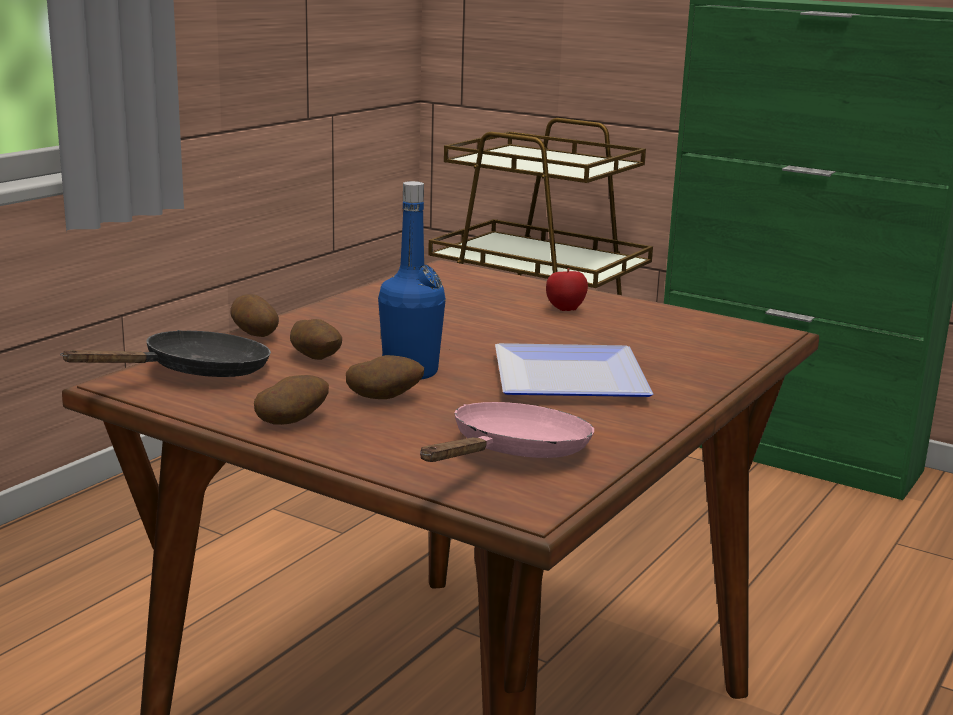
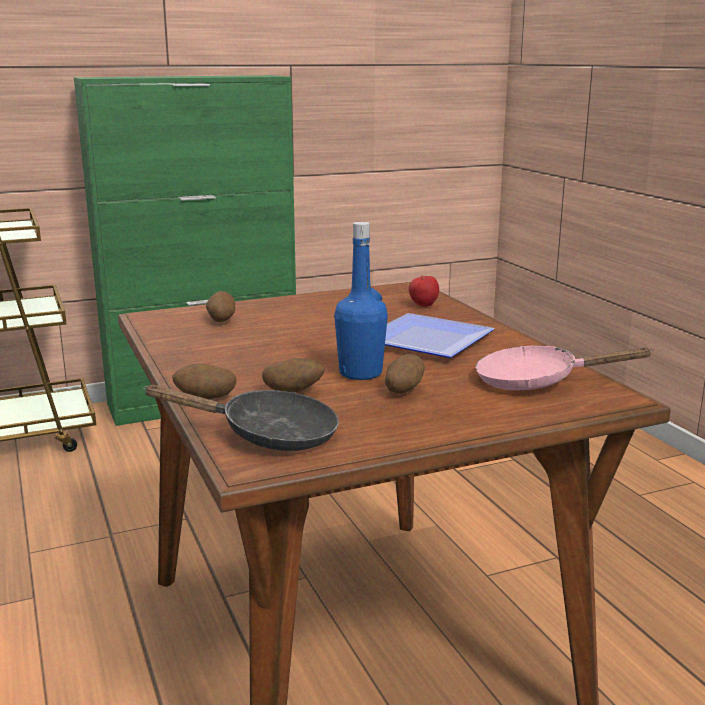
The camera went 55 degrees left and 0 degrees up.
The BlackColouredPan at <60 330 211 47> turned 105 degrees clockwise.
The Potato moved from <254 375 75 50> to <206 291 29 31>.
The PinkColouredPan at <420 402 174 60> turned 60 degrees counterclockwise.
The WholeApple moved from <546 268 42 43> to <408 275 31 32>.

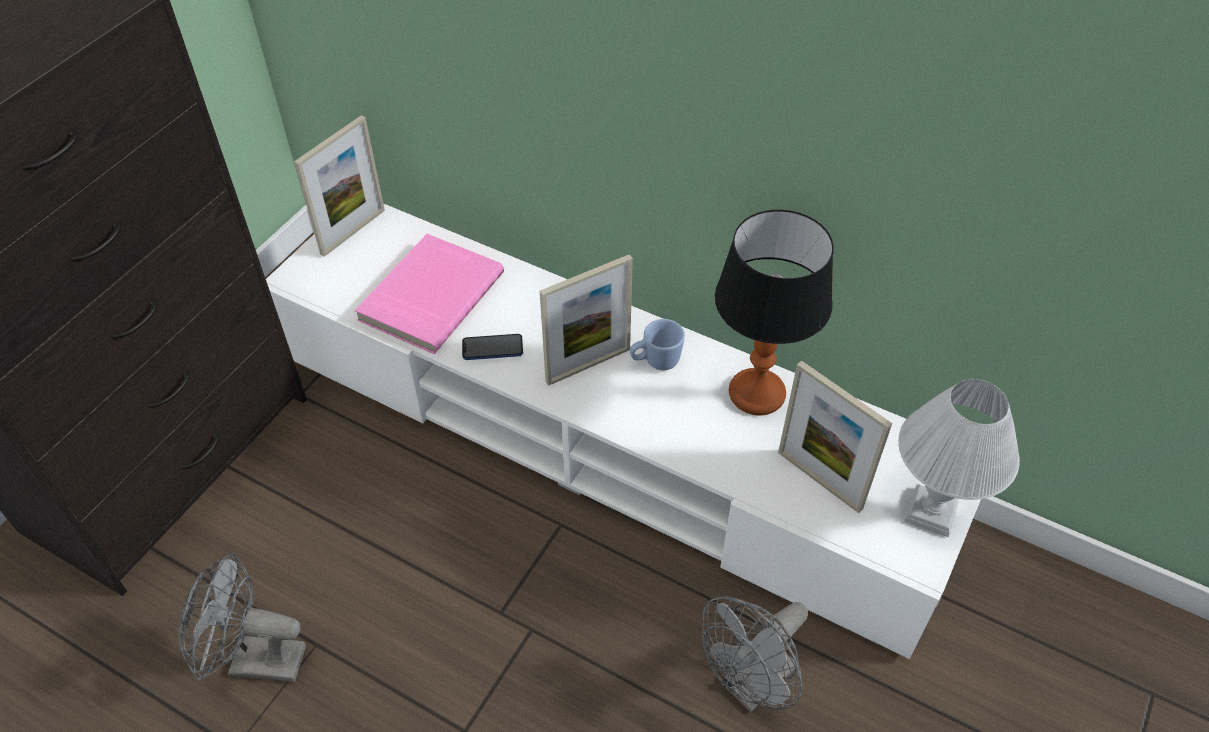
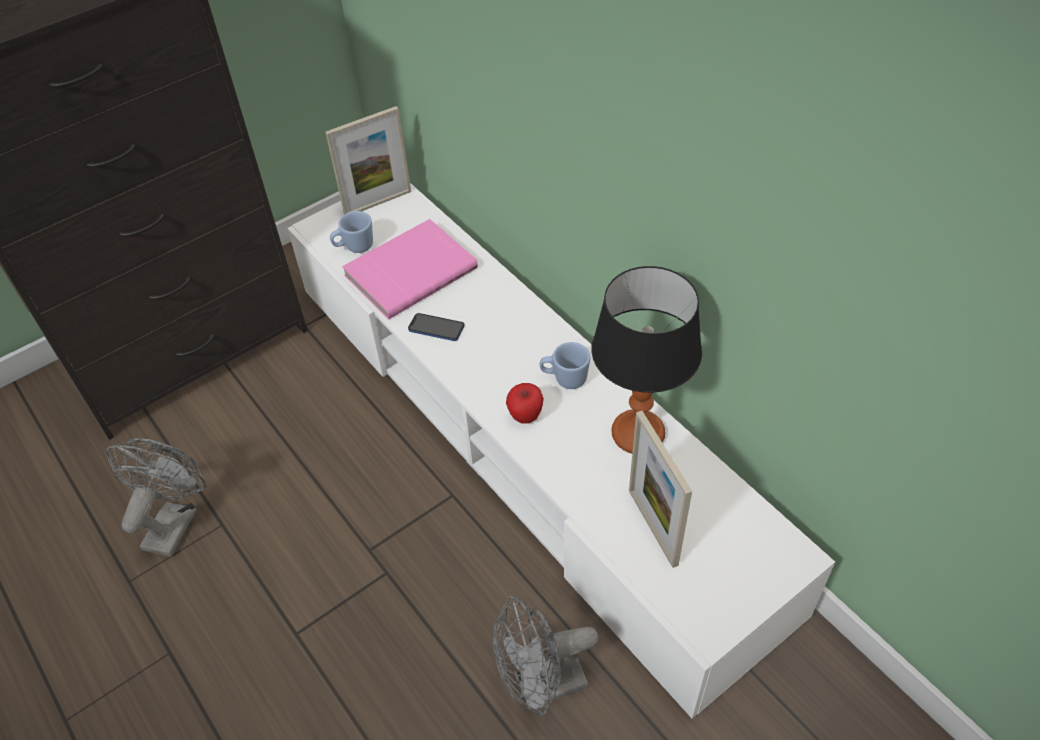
The camera went 25 degrees right and 0 degrees up.
The GreyishFan at <179 553 127 129> turned 75 degrees clockwise.
The PhotoFrame at <540 254 93 132> disappeared.
The WhiteColouredLampForATable at <898 379 122 158> disappeared.
The BlueColouredMug at <330 211 43 42> appeared.
The WholeApple at <506 383 38 40> appeared.

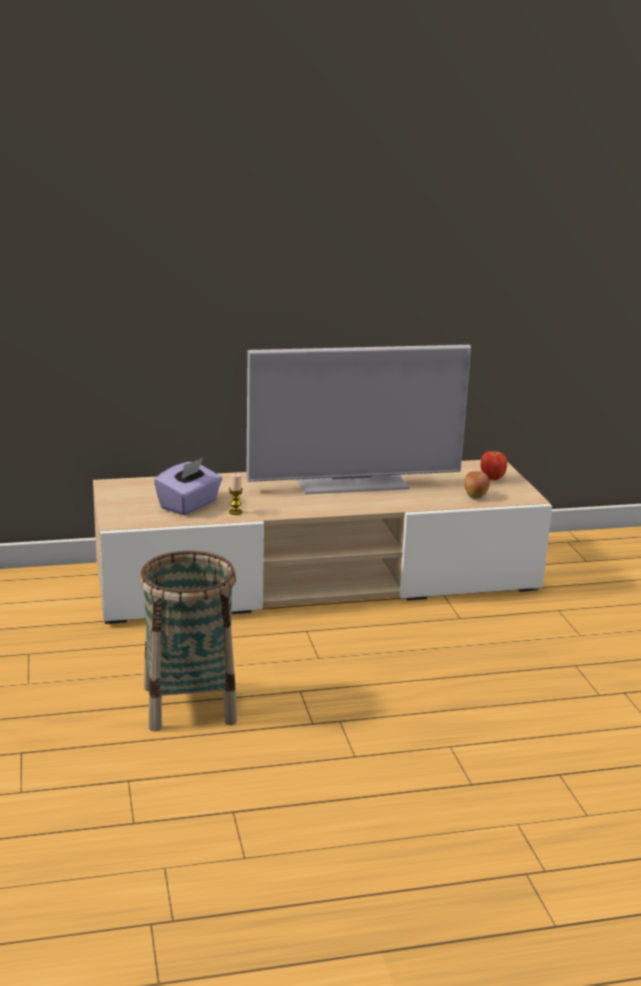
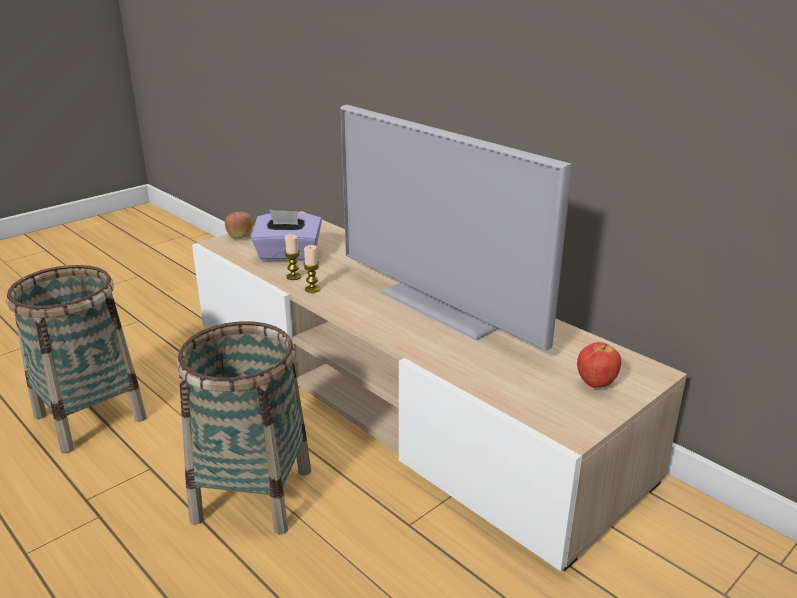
The camera went 60 degrees right and 5 degrees up.
The WholeApple moved from <464 471 26 28> to <225 211 28 28>.
The StorageBasket at <177 321 134 214> appeared.
The WaxLight at <303 245 18 48> appeared.

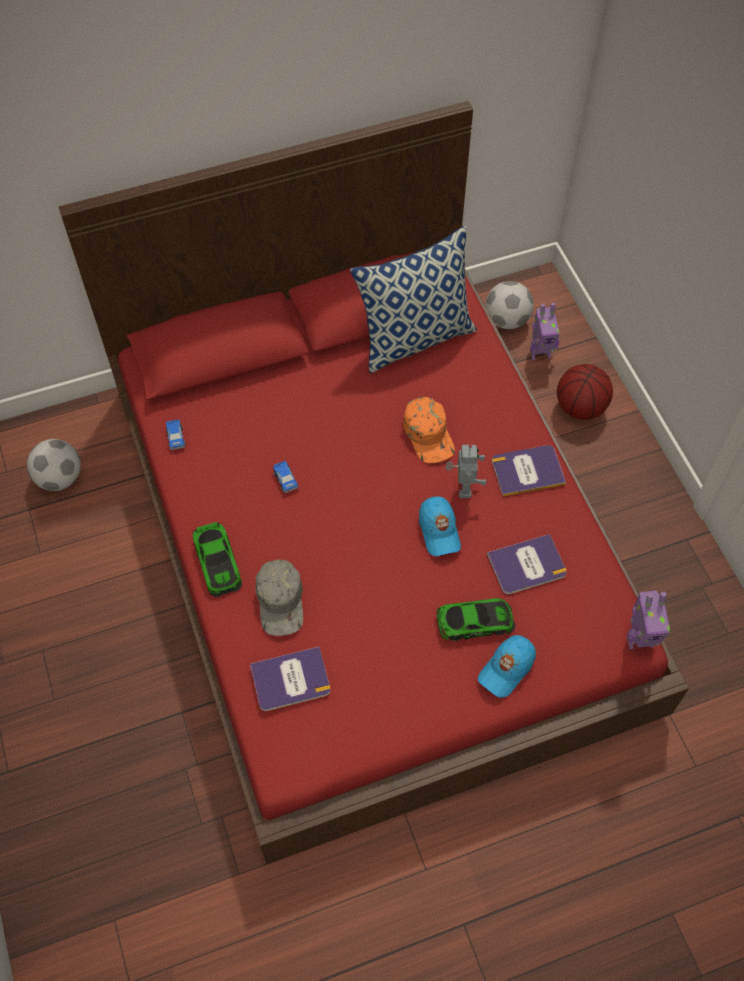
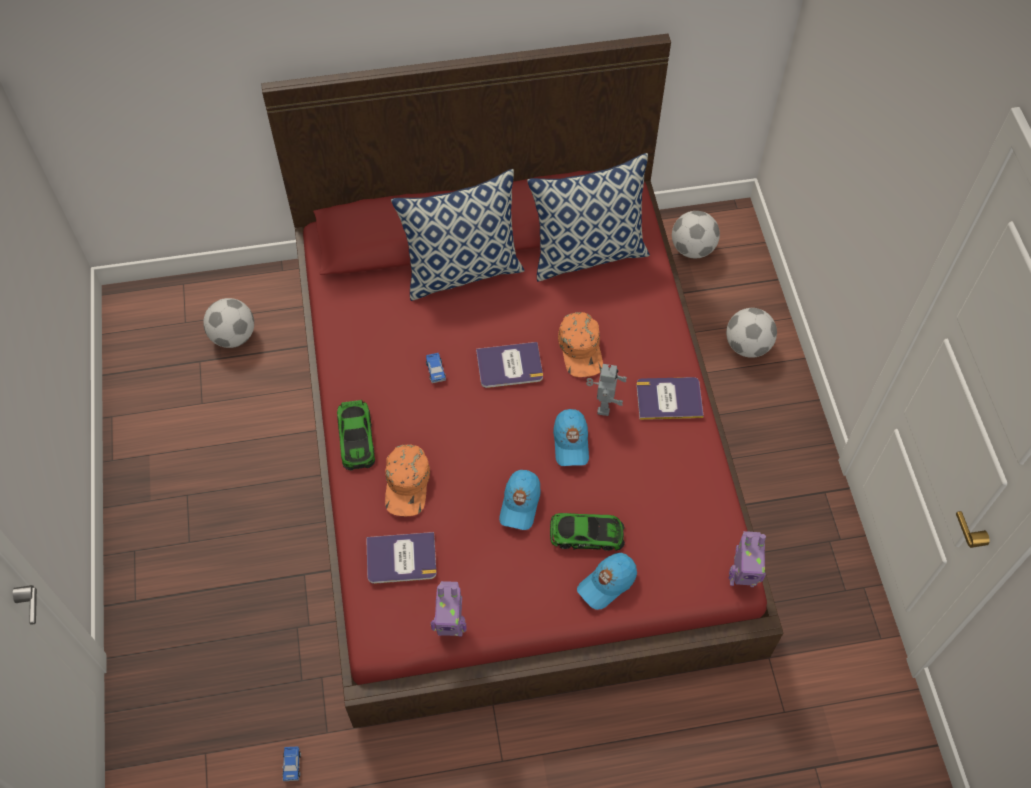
The camera went 10 degrees right and 0 degrees up.
The ToyCar moved from <166 419 19 31> to <282 746 19 35>.
The GreyishBaseballCap at <256 560 47 76> became the OrangeColouredBaseballCap at <385 444 45 72>.
The Book moved from <487 534 80 60> to <476 342 67 46>.
The ModelRobot moved from <530 303 30 57> to <431 581 36 55>.
The Basketball at <557 364 56 56> was replaced by the Football at <726 308 51 50>.
The Cushion at <391 169 134 132> appeared.
The BlueColouredBaseballCap at <499 470 41 60> appeared.

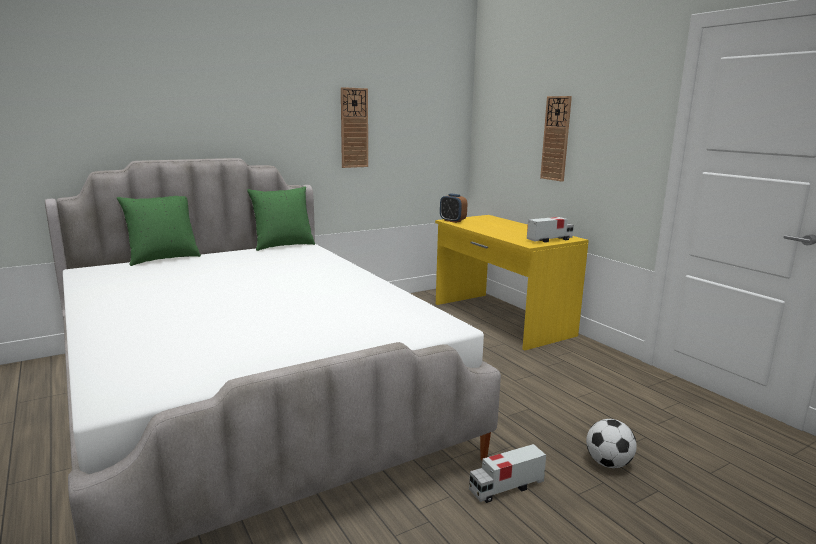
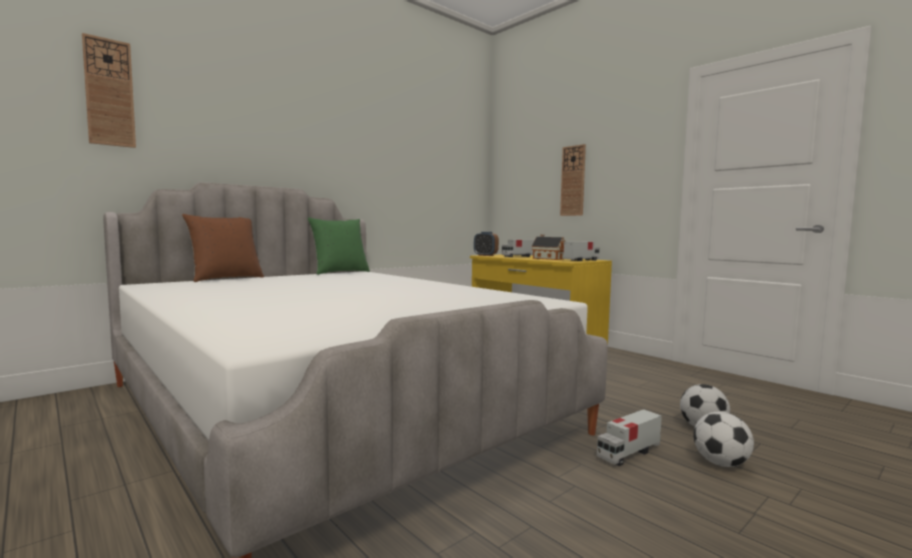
The camera went 10 degrees left and 10 degrees down.
The GreenColouredCushion at <117 196 84 70> became the BrownColouredCushion at <182 214 82 68>.
The HangingClock moved from <341 87 27 81> to <82 33 54 115>.
The ToyTruck at <502 240 33 17> appeared.
The ToyHouse at <531 235 34 25> appeared.
The Football at <693 412 61 55> appeared.

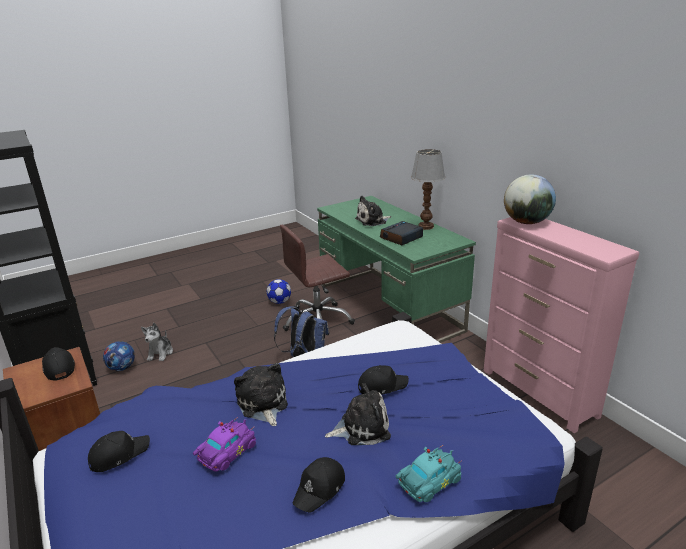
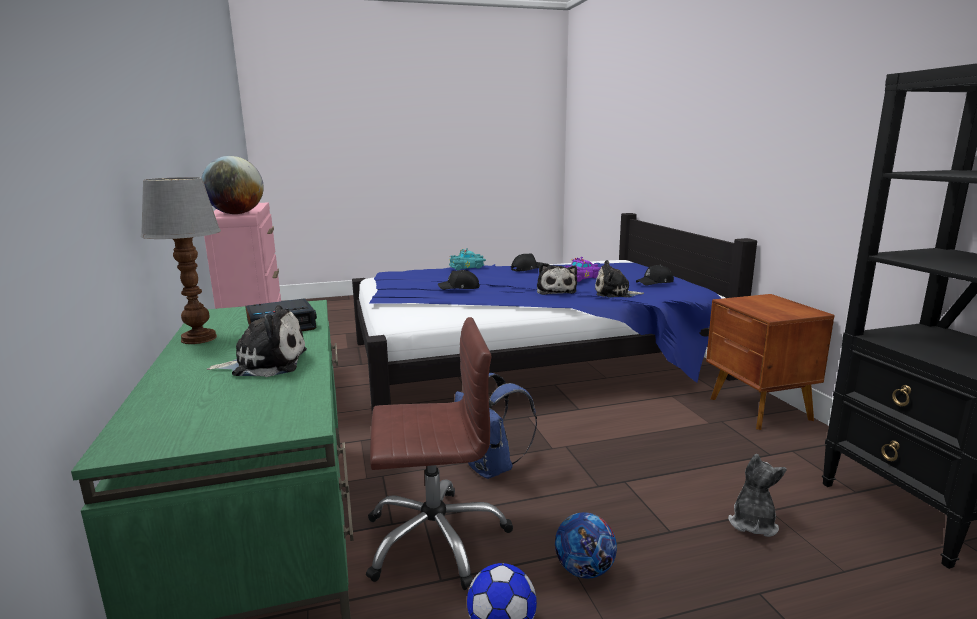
The camera went 165 degrees left and 10 degrees down.
The BlackColouredBaseballCap at <42 347 33 33> disappeared.
The Football moved from <103 341 32 30> to <555 512 62 66>.
The CuddlyToy moved from <325 383 66 62> to <595 260 49 37>.

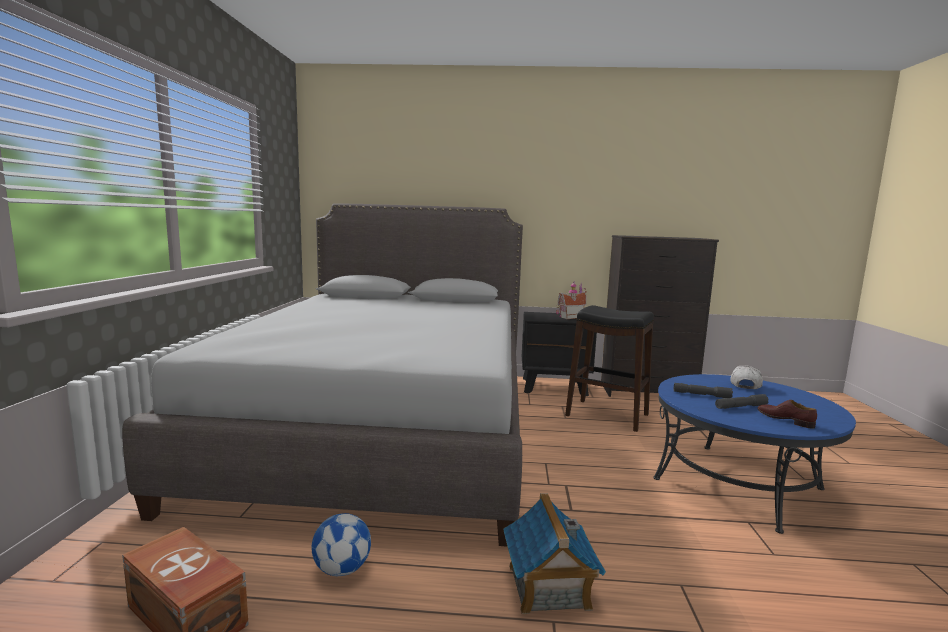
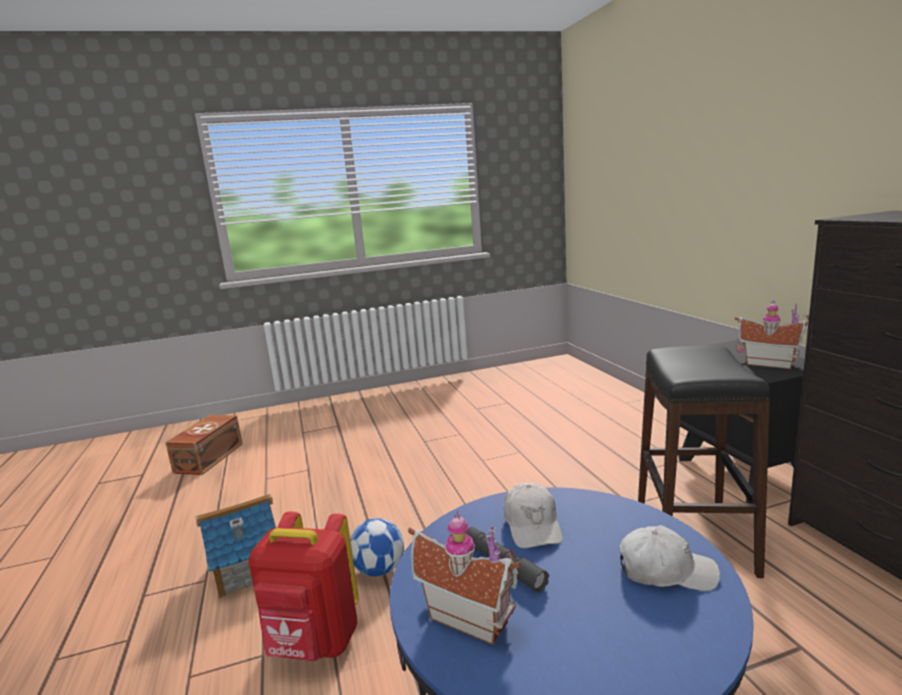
The camera went 70 degrees right and 5 degrees up.
The GreyishBed at <122 203 401 344> disappeared.
The Football moved from <312 513 59 63> to <350 518 54 59>.
The GreyishTorch at <674 383 59 15> was replaced by the WhiteColouredBaseballCap at <504 483 59 65>.
The BrownColouredShoe at <758 400 59 28> was replaced by the ToyHouse at <408 511 113 134>.
The ReddishRucksack at <248 511 111 150> appeared.

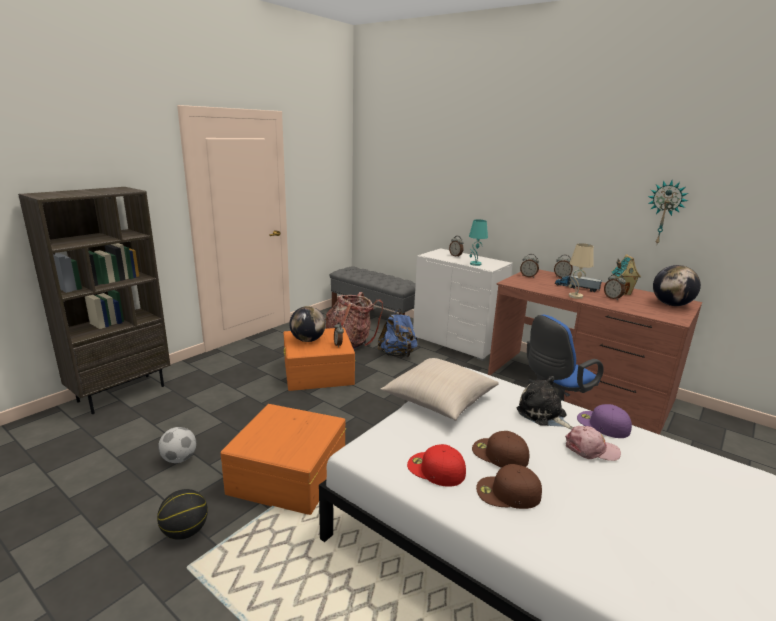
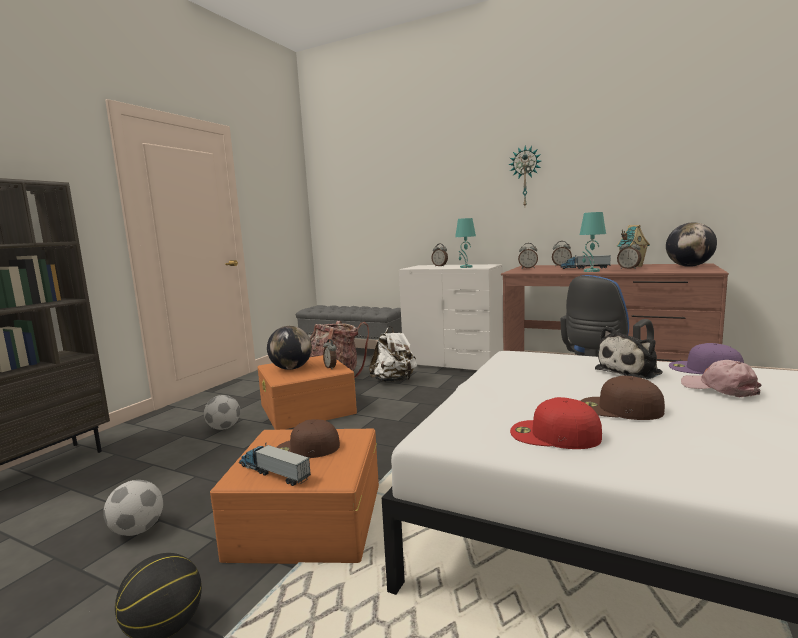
The camera went 10 degrees left and 10 degrees down.
The BlueColouredRucksack at <377 308 41 49> became the WhiteColouredRucksack at <369 326 48 56>.
The BeigeColouredCushion at <381 358 118 63> disappeared.
The BrownColouredBaseballCap moved from <476 464 66 45> to <276 419 64 39>.
The CuddlyToy at <517 376 57 53> turned 75 degrees counterclockwise.
The PinkColouredBaseballCap at <565 426 56 35> turned 120 degrees counterclockwise.
The BeigeColouredLampForATable at <569 243 25 56> became the TurquoiseLampForATable at <580 212 26 60>.
The HangingClock moved from <648 180 40 66> to <508 145 33 61>.
The Football at <204 395 36 35> appeared.
The ToyTruck at <239 442 72 44> appeared.

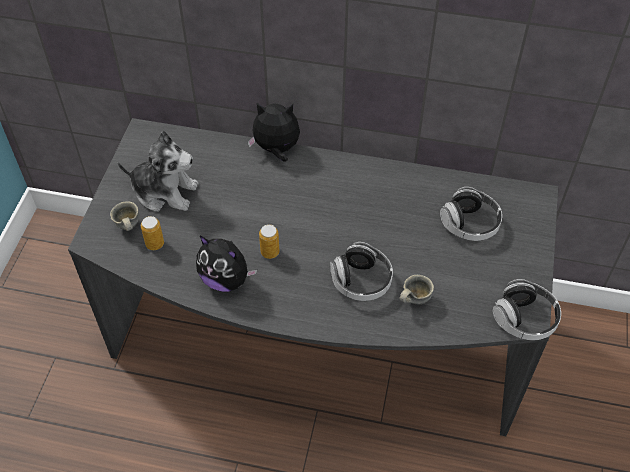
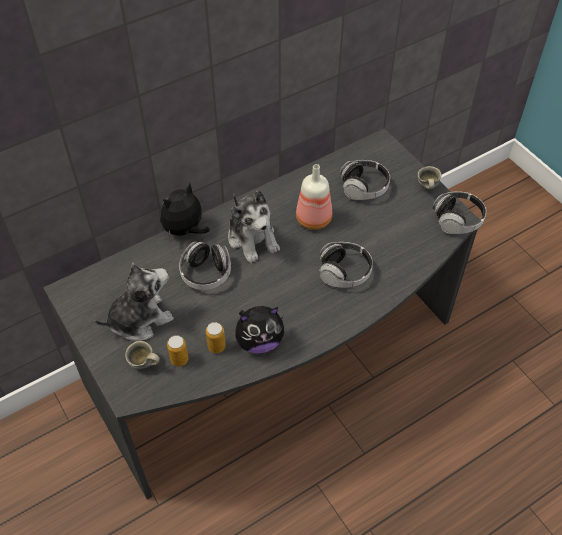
The camera went 45 degrees left and 0 degrees up.
The Can moved from <259 224 20 35> to <206 322 20 31>.
The GreyishMug moved from <399 275 35 30> to <418 166 23 24>.
The PairOfHeadphones at <179 241 52 49> appeared.
The CuddlyToy at <228 190 52 73> appeared.
The Bottle at <296 164 36 66> appeared.

